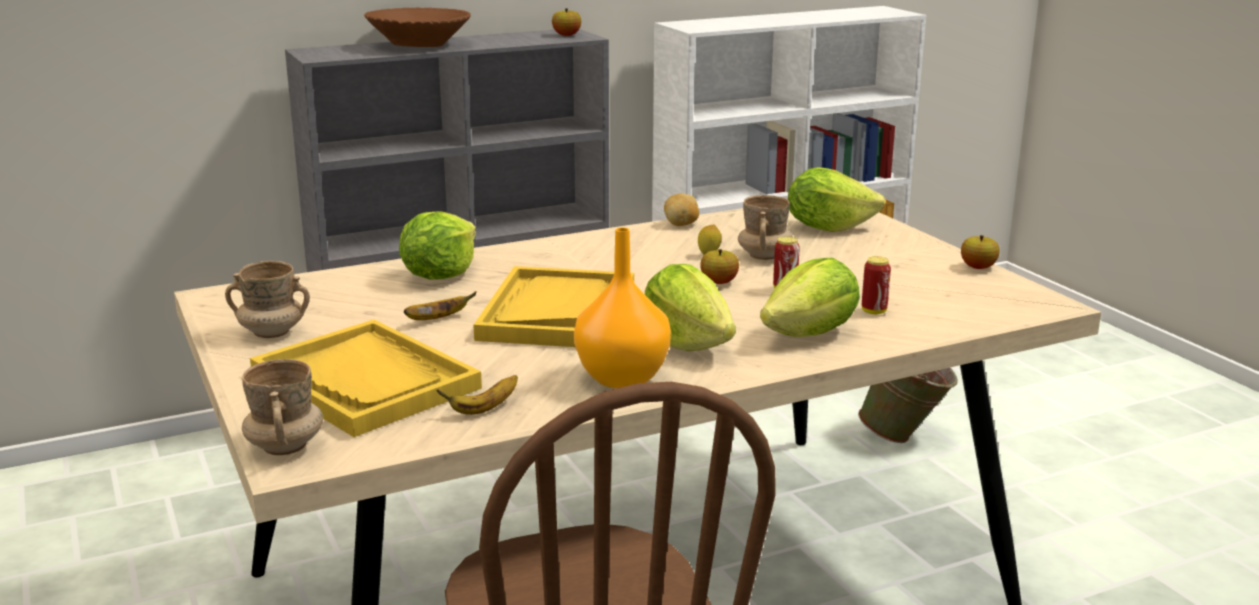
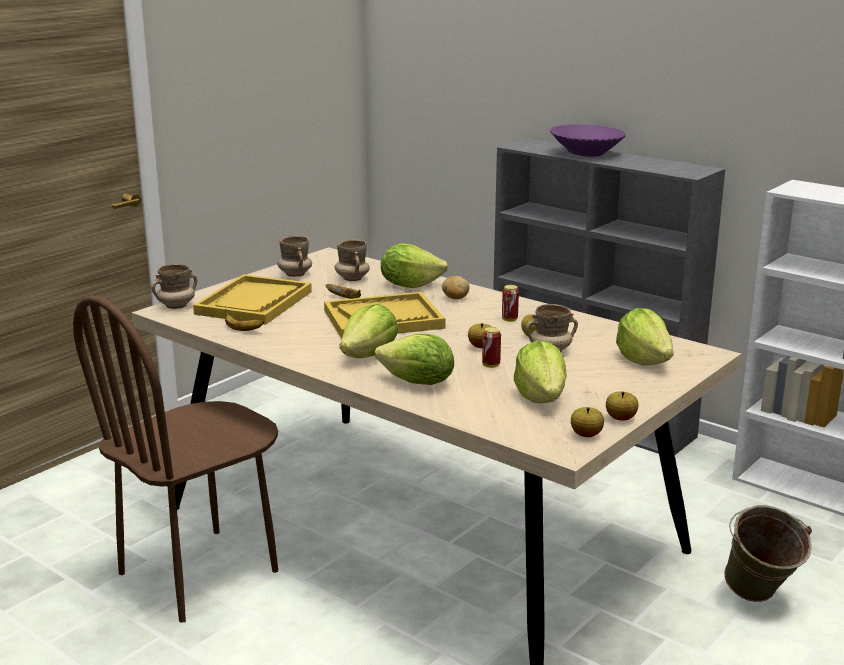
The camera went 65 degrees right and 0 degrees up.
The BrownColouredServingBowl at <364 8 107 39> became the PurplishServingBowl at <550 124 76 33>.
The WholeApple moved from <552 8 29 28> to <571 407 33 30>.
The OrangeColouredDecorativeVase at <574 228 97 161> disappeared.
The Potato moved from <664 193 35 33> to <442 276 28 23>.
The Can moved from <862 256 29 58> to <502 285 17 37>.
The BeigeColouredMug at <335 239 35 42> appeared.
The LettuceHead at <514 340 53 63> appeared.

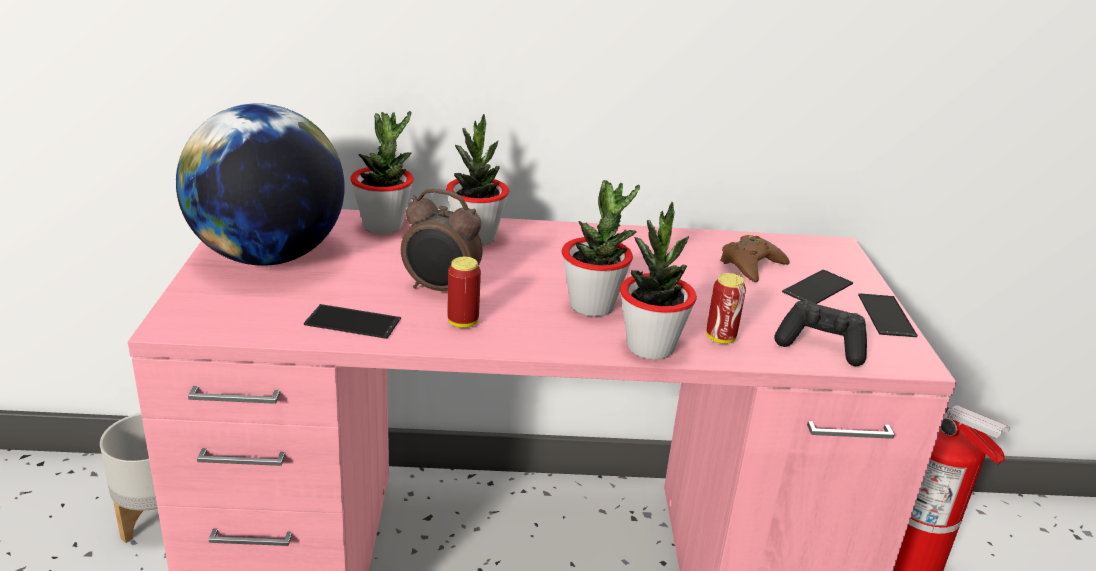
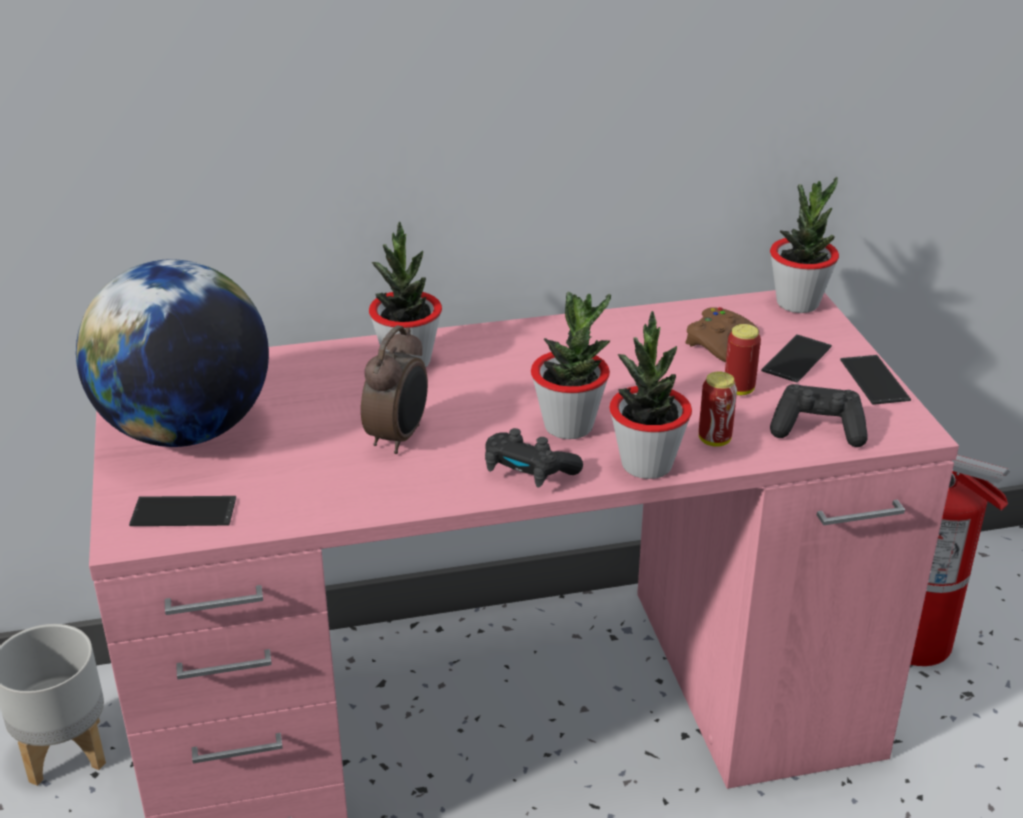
The camera went 10 degrees left and 5 degrees up.
The Telephone moved from <304 304 97 35> to <129 496 107 30>.
The Houseplant moved from <350 111 64 123> to <770 177 69 136>.
The AlarmClock at <401 188 82 103> turned 75 degrees counterclockwise.
The Can moved from <448 257 33 71> to <725 324 36 71>.
The BlackColouredGamepad at <485 428 98 60> appeared.

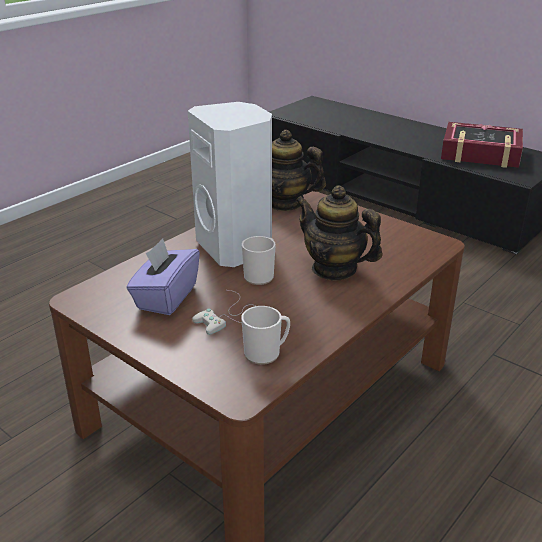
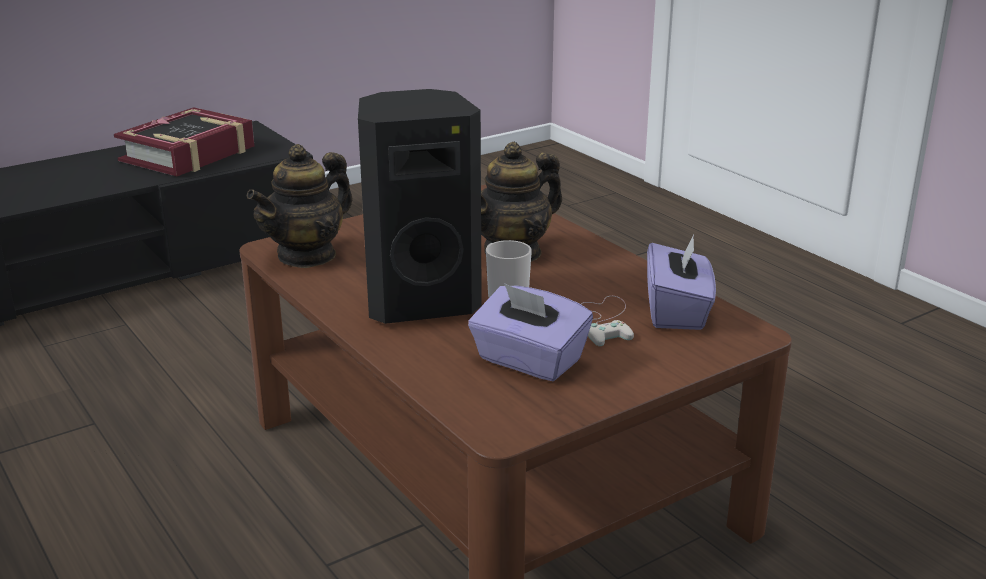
The camera went 75 degrees left and 5 degrees down.
The WhiteColouredSpeaker at <188 102 84 165> became the BlackColouredSpeaker at <358 89 124 235>.
The Mug at <241 306 49 59> was replaced by the PurplishBoxOfTissues at <647 235 69 95>.

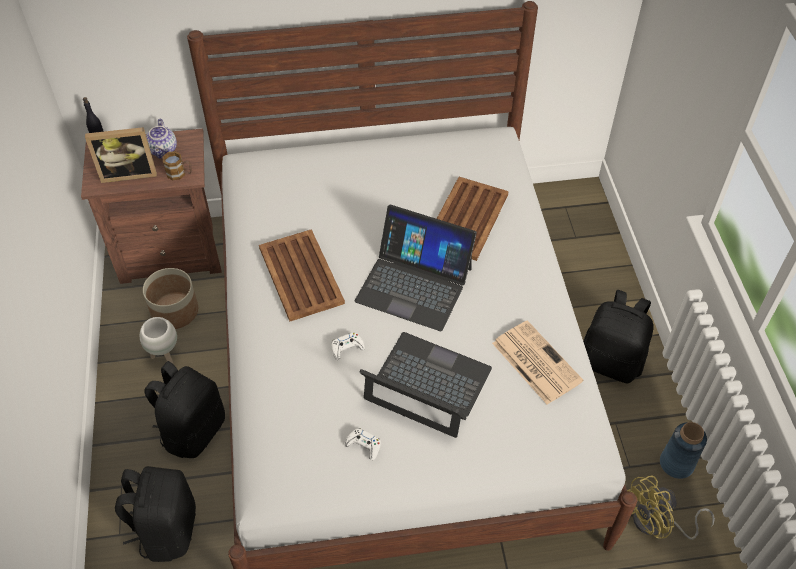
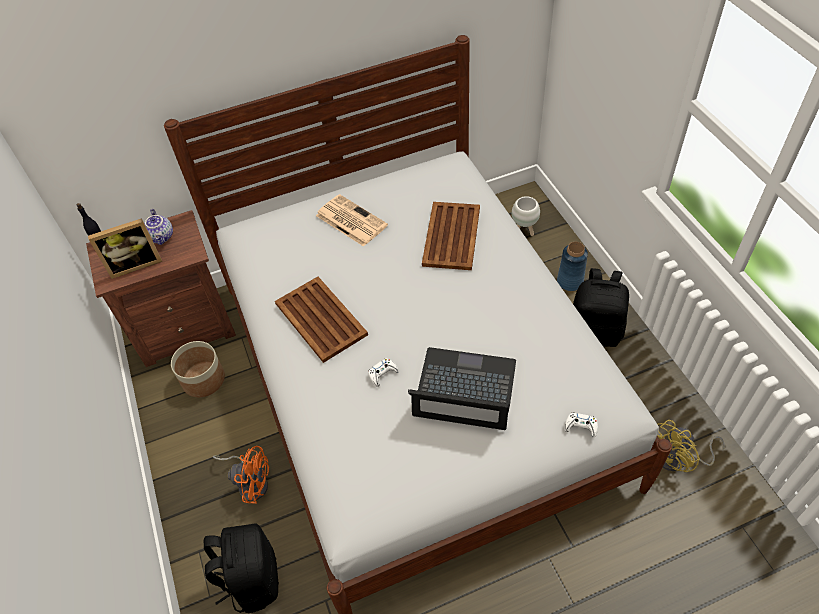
The camera went 10 degrees left and 0 degrees up.
The WhiteColouredPlanter moved from <140 317 37 47> to <512 196 28 40>.
The BlackColouredRucksack at <144 361 81 97> was replaced by the OrangeColouredFan at <213 446 56 58>.
The Mug at <162 151 30 29> disappeared.
The WhiteColouredGamepad moved from <345 428 36 32> to <564 412 34 26>.
The Laptop at <355 205 122 126> disappeared.
The PrintedPaper moved from <492 320 91 85> to <316 194 72 53>.
The BlueColouredDecorativeVase moved from <660 422 47 57> to <557 242 31 49>.

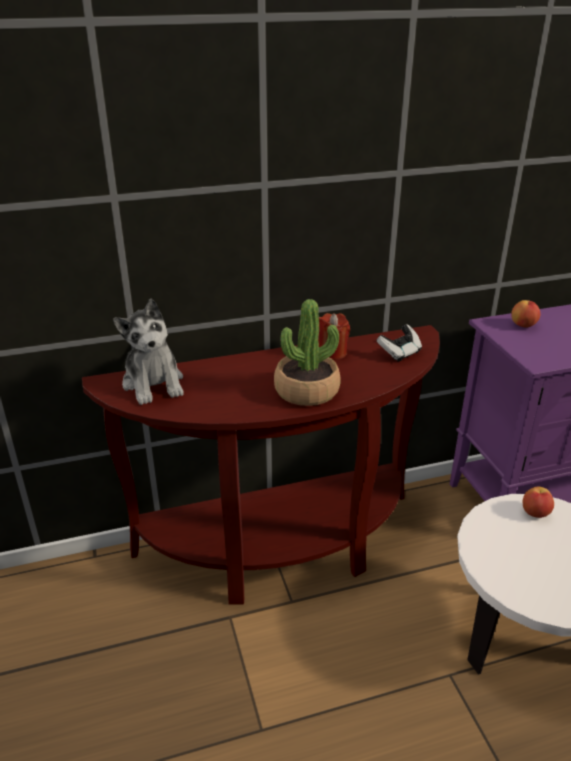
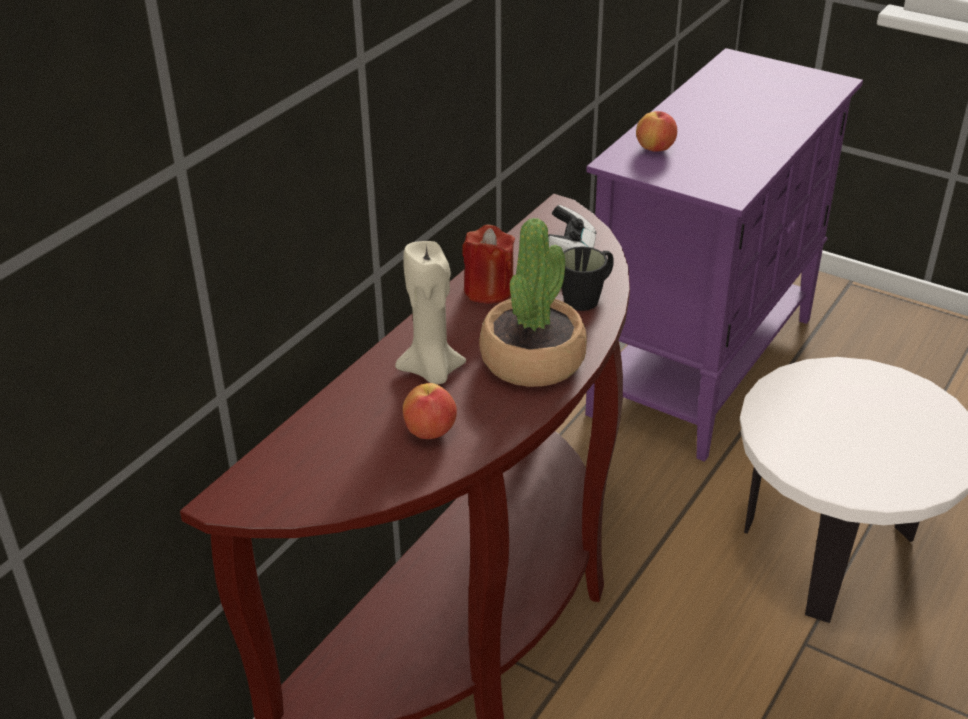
The camera went 40 degrees left and 5 degrees up.
The CuddlyToy at <113 299 71 106> disappeared.
The WholeApple moved from <523 487 31 31> to <403 383 54 56>.
The BeigeColouredWaxLight at <395 241 71 143> appeared.
The BlackColouredMug at <561 246 53 65> appeared.

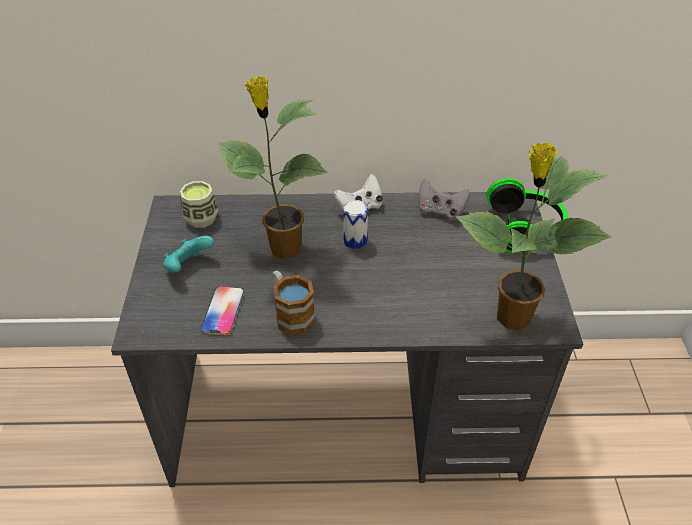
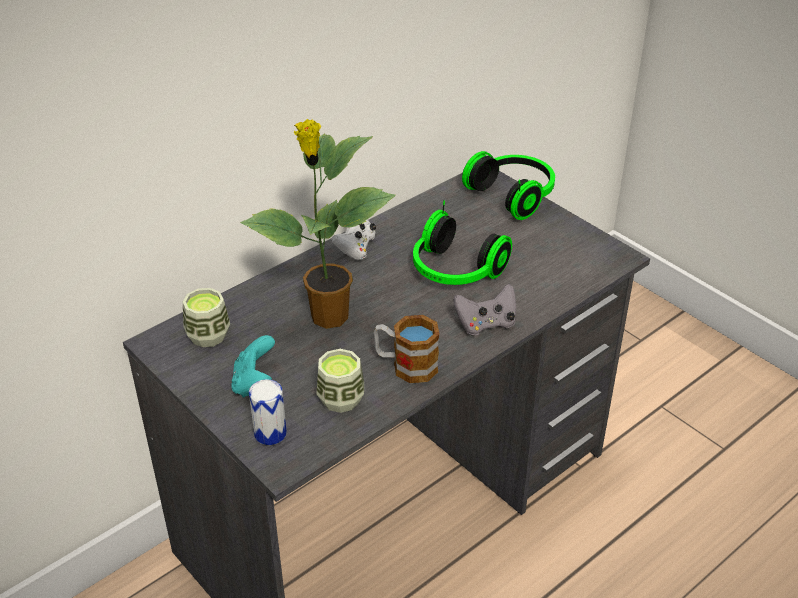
The camera went 40 degrees left and 5 degrees down.
The Telephone at <201 286 43 49> was replaced by the SmallCup at <317 349 47 64>.
The Can moved from <343 200 25 49> to <249 379 38 66>.
The GreyishGamepad moved from <419 179 51 42> to <453 284 63 52>.
The Houseplant at <456 142 156 188> disappeared.
The PairOfHeadphones at <413 200 99 85> appeared.

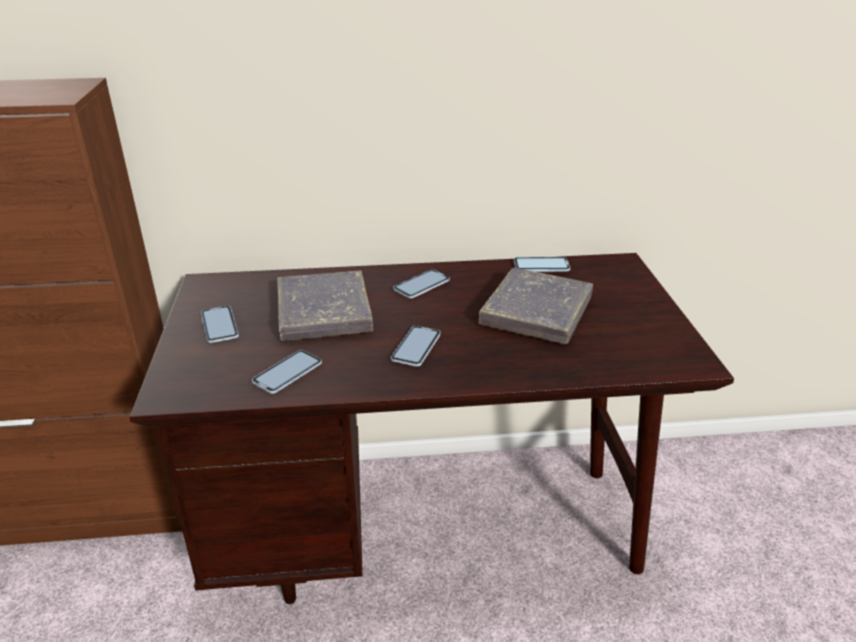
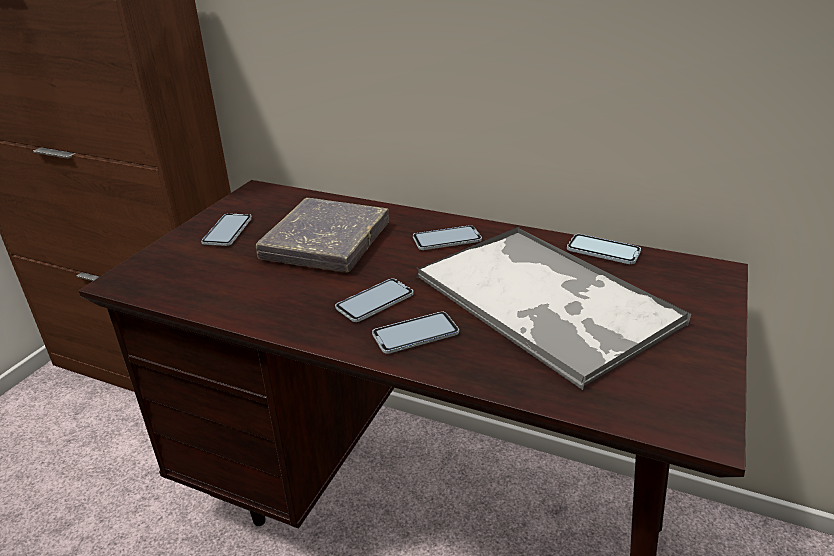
The camera went 30 degrees right and 0 degrees up.
The Telephone moved from <252 350 70 44> to <372 312 87 42>.
The GreyishBook at <479 268 114 76> was replaced by the ServingTray at <416 227 275 163>.

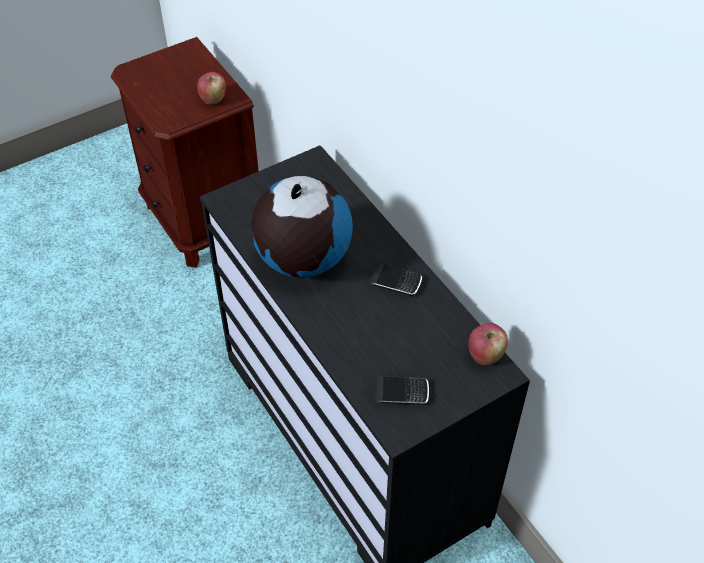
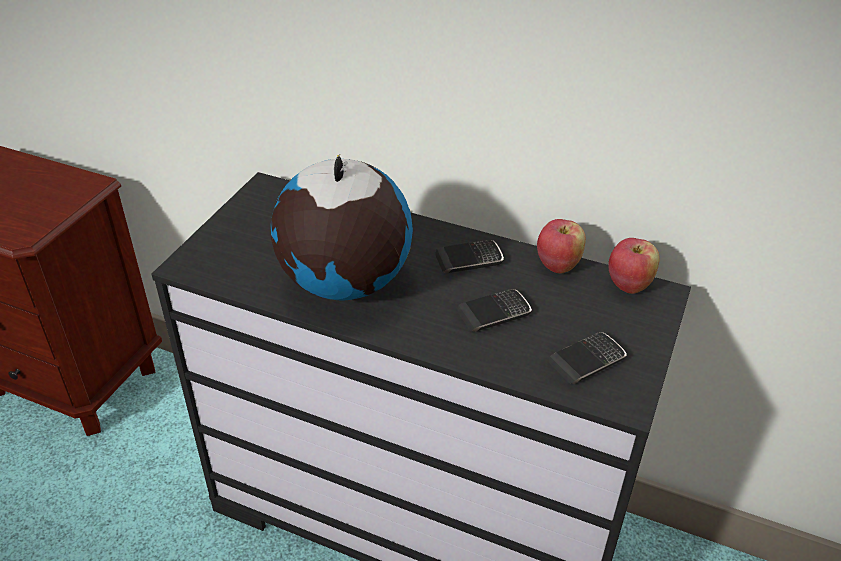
The camera went 35 degrees left and 10 degrees down.
The WholeApple moved from <197 72 29 33> to <537 219 49 55>.
The Telephone at <457 289 75 43> appeared.

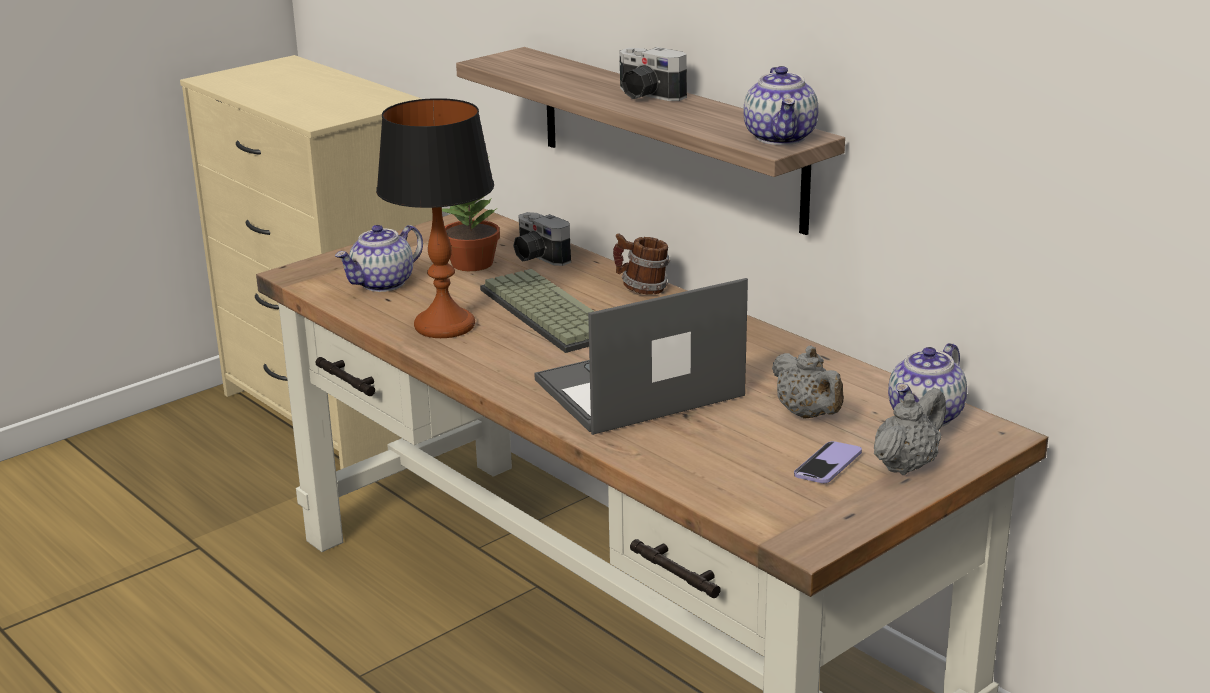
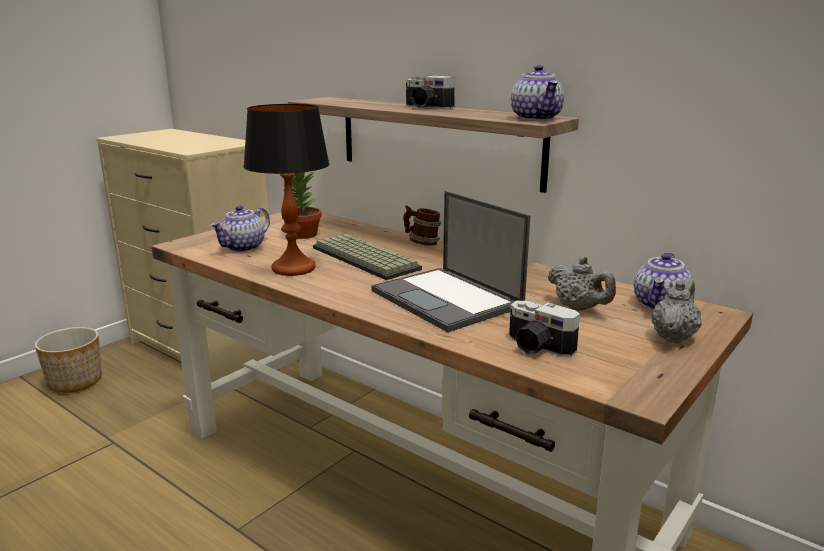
The camera went 10 degrees left and 5 degrees down.
The StillCamera moved from <513 212 58 54> to <509 301 71 56>.
The Laptop at <534 278 214 157> turned 90 degrees counterclockwise.
The Telephone at <794 441 68 42> disappeared.
The Planter at <35 327 67 66> appeared.

